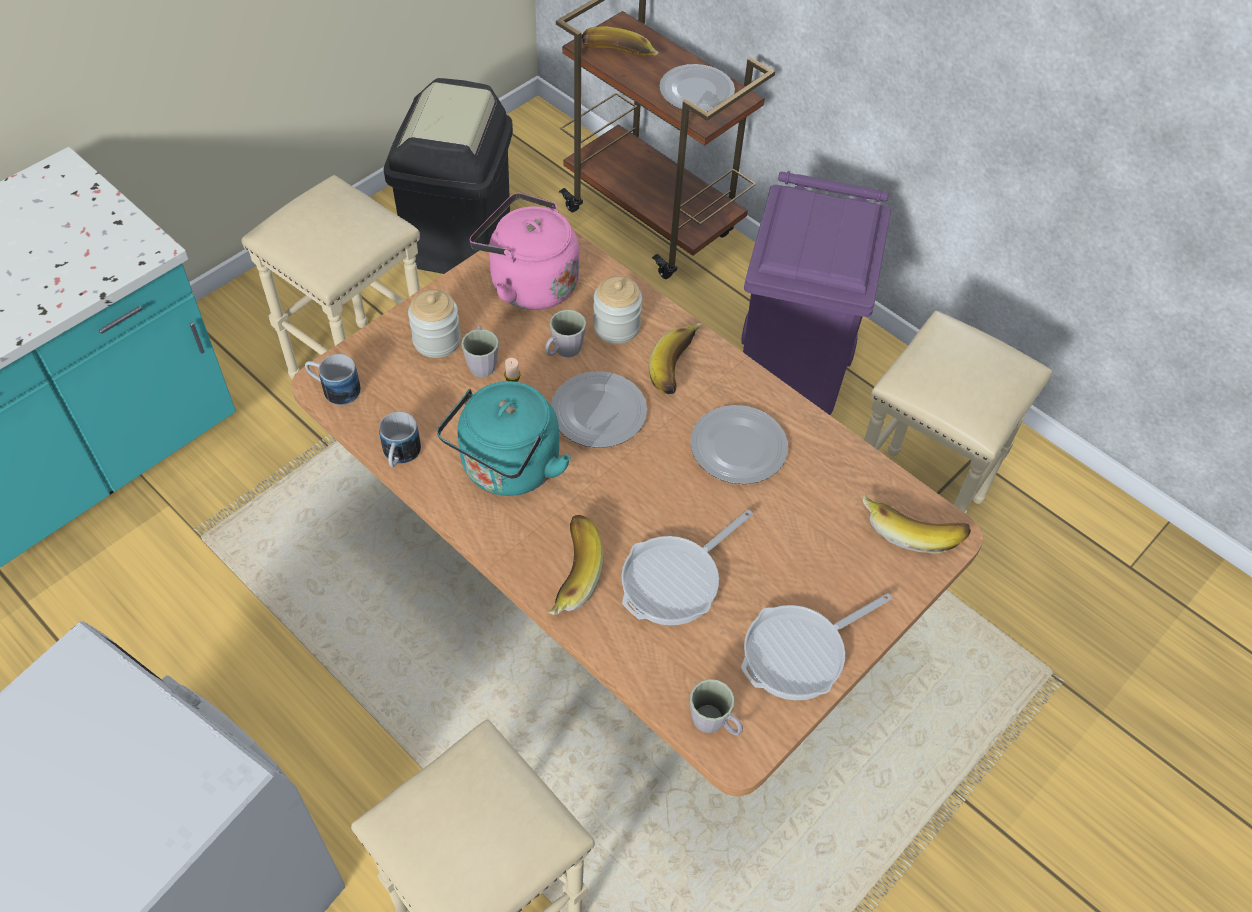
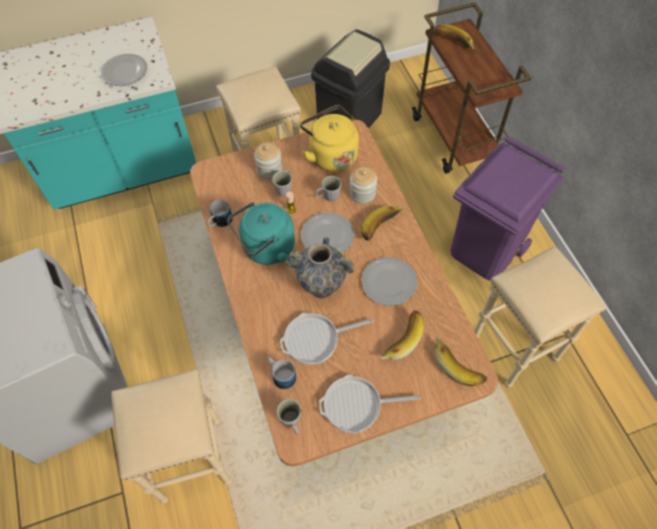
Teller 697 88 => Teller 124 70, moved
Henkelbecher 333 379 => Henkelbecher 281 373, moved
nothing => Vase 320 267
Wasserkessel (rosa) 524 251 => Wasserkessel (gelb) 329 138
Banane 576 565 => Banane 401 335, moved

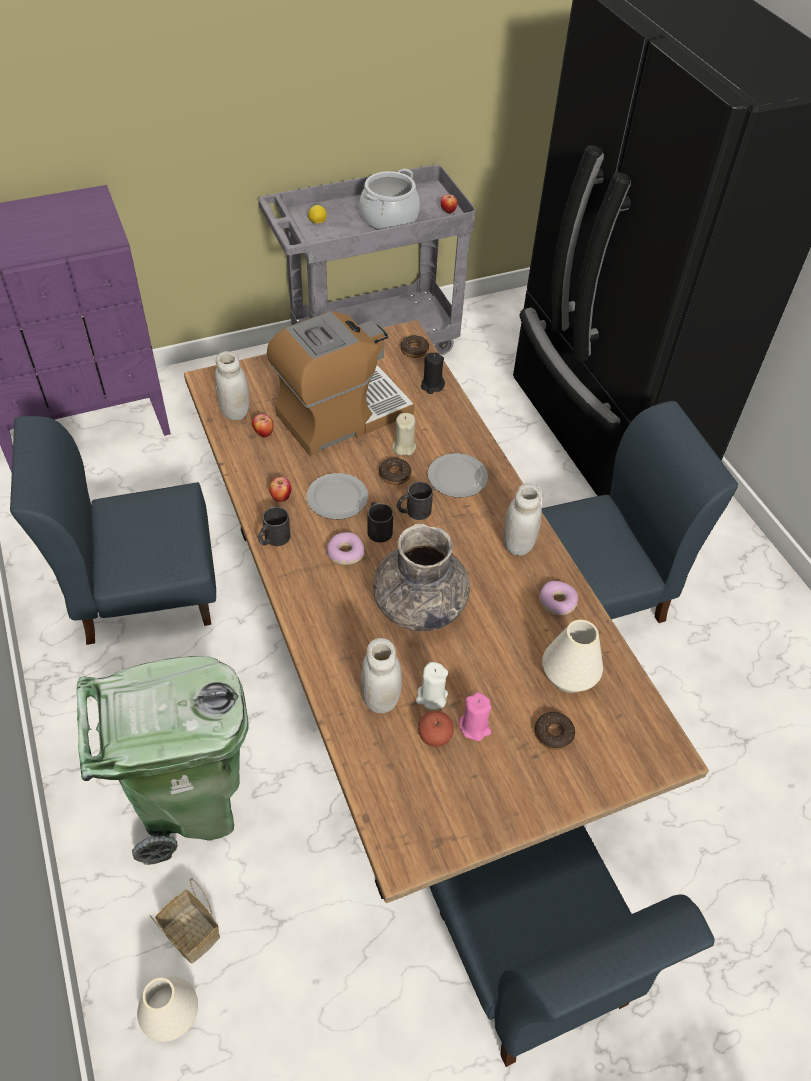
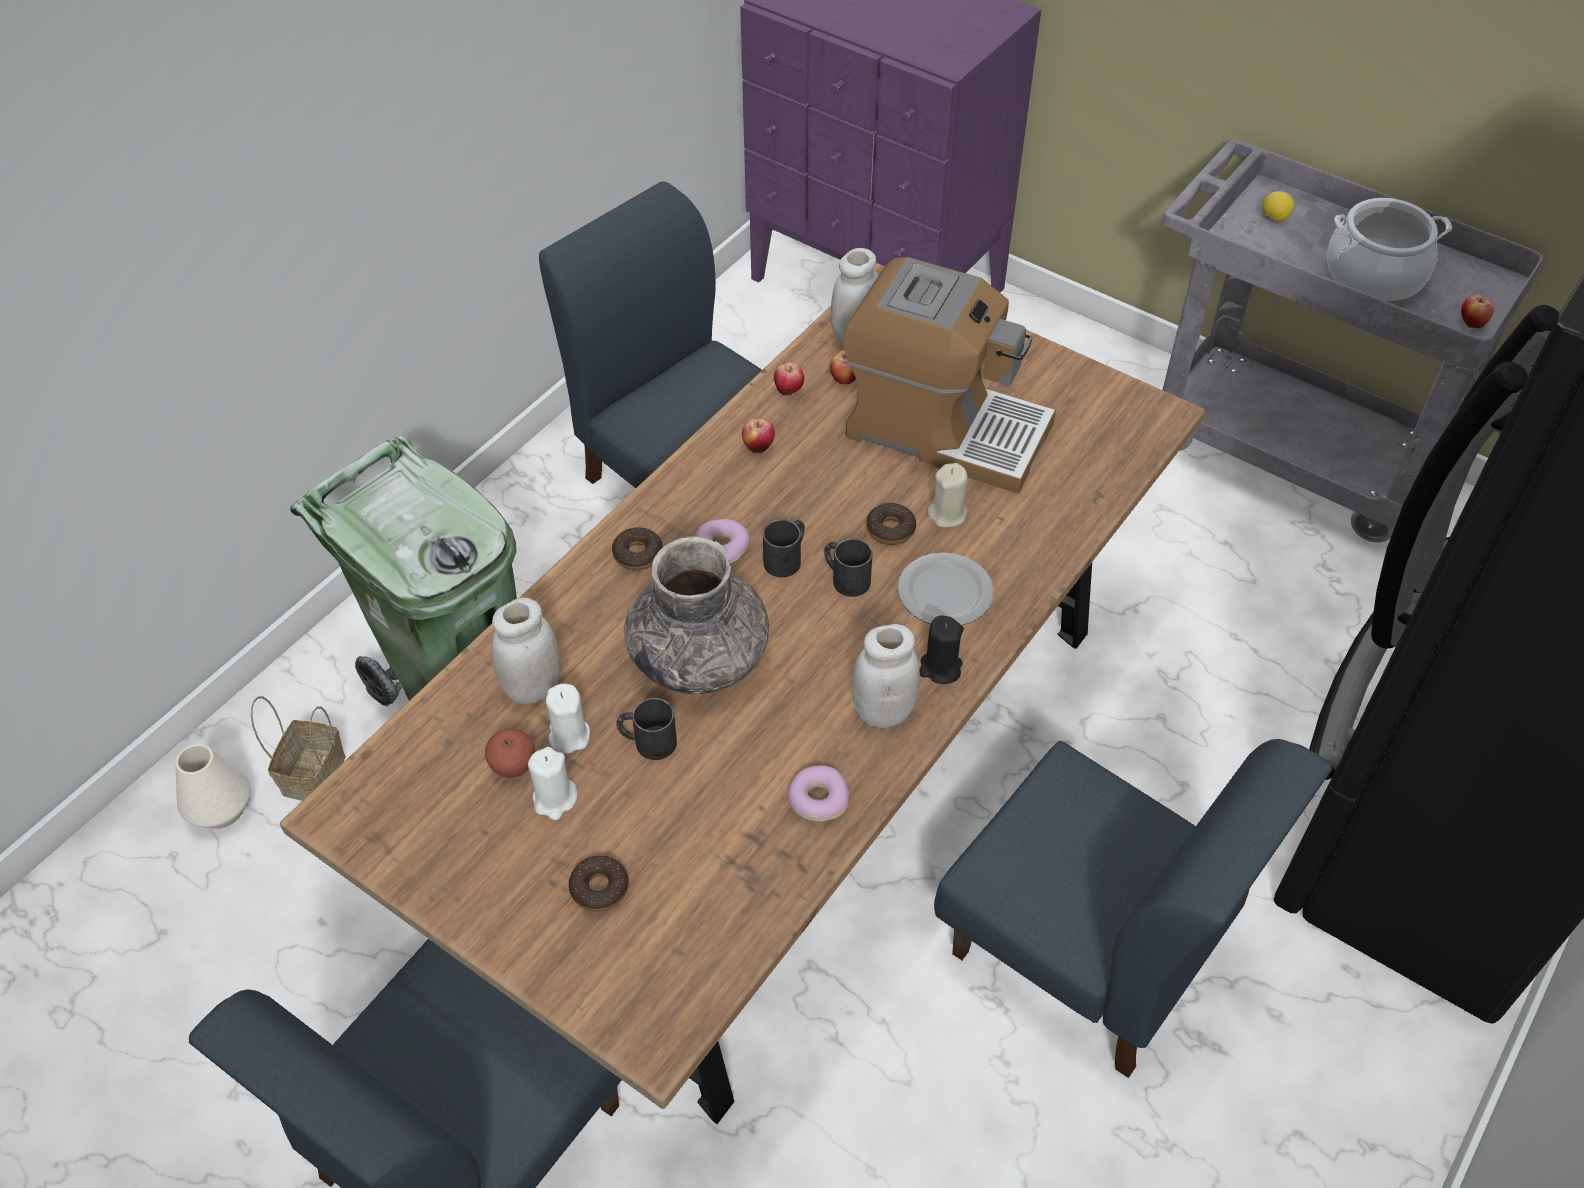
Kerze (rosa) 475 716 => Kerze (weiß) 553 783
Donut 414 346 => Donut 637 548, moved
Henkelbecher (schwarz) 274 526 => Henkelbecher (schwarz) 646 729, moved
nothing => Apfel 789 379
Kerze (schwarz) 433 373 => Kerze (schwarz) 941 649, moved
Teller 337 496 => nothing
Vase (weiß) 572 656 => nothing

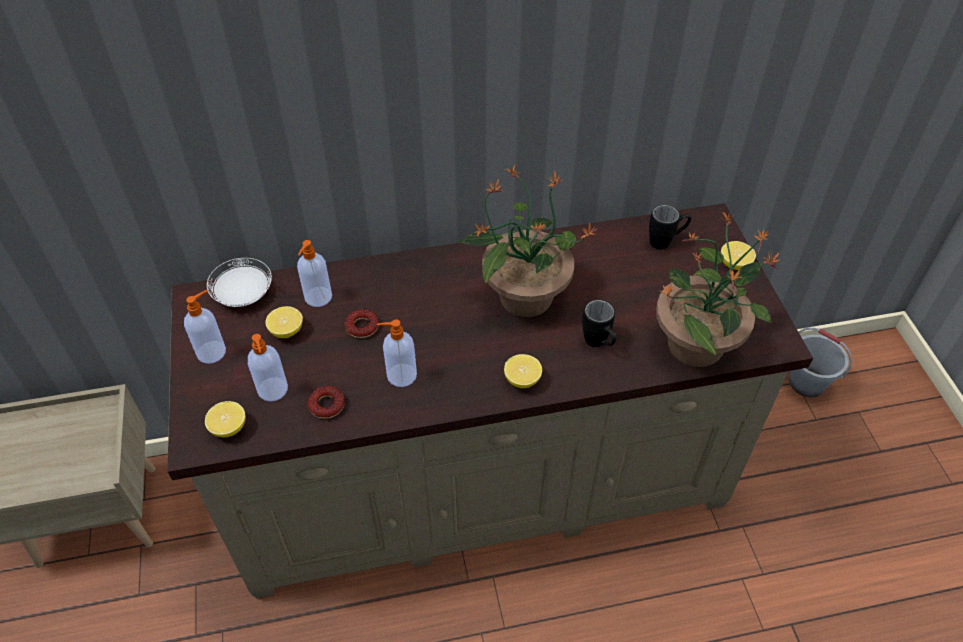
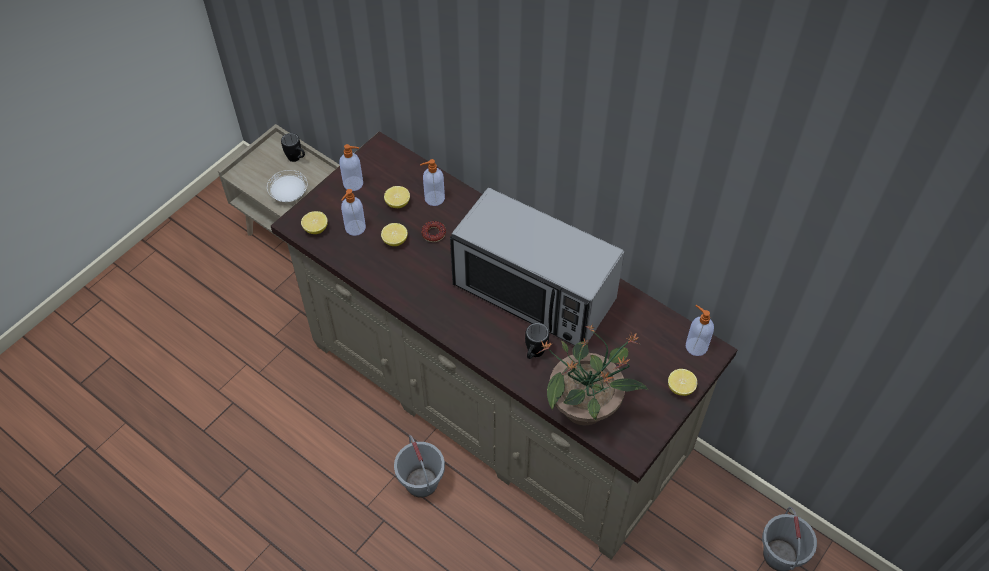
Teller (weiß) 239 282 => Teller (weiß) 287 186, moved
Henkelbecher (schwarz) 670 227 => Henkelbecher (schwarz) 293 147, moved
Zitrone 523 371 => Zitrone 394 234, moved
nothing => Eimer (grau) 419 466
Topfpflanze 527 240 => Mikrowelle 537 267
Seifenspender 397 353 => Seifenspender 700 330, moved
Donut 326 402 => nothing

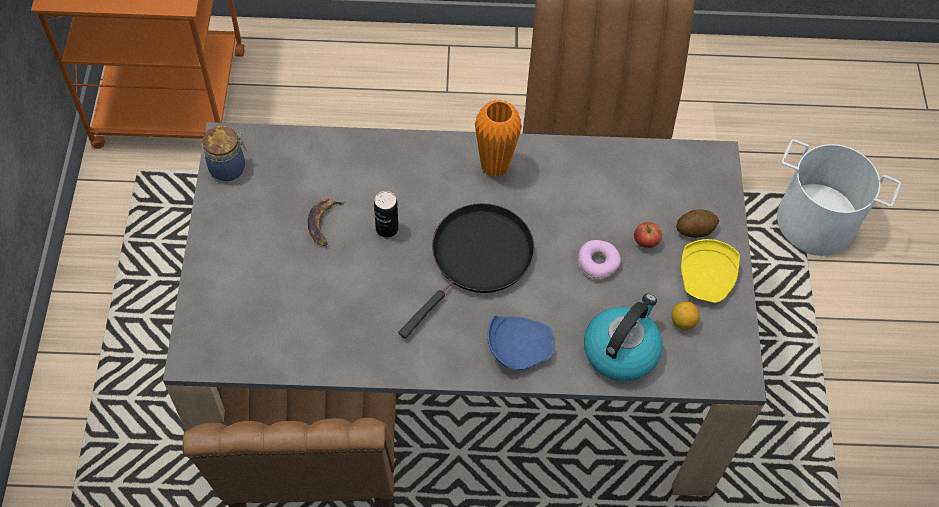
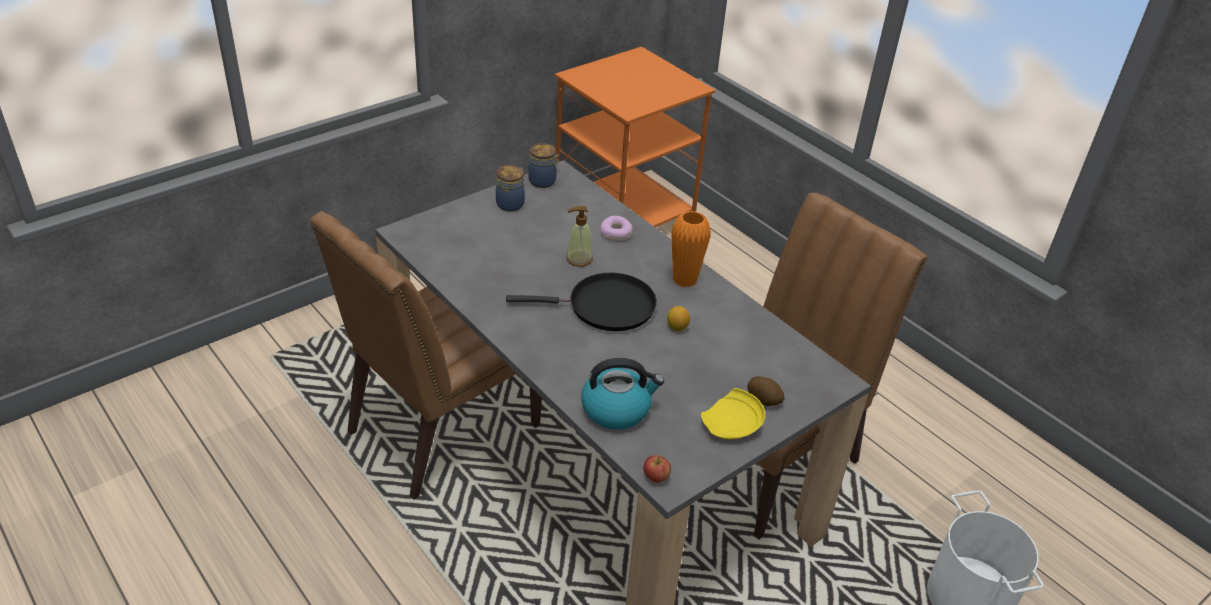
nothing => Vorratsglas 510 188
Dose 386 214 => Seifenspender 579 236
Donut 599 260 => Donut 616 228, moved
Apfel 648 235 => Apfel 657 469, moved
Zitrone 685 316 => Zitrone 678 318, moved
Banane 326 222 => nothing
Teller (blau) 521 342 => nothing

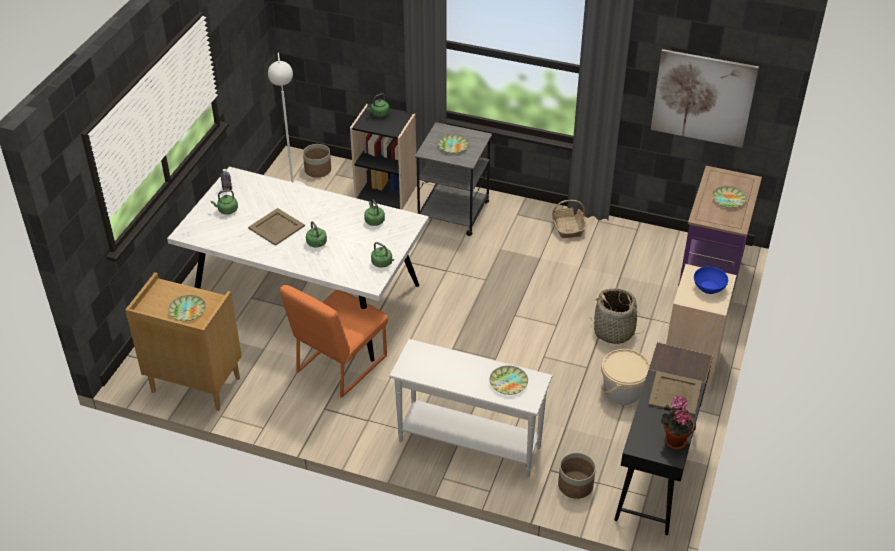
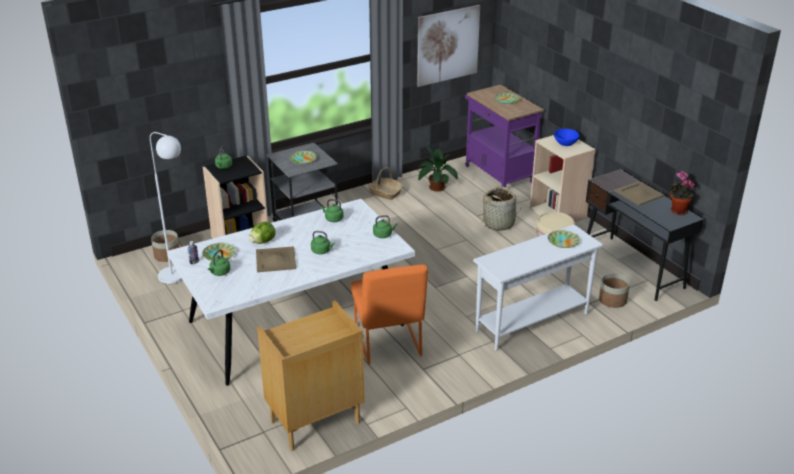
Teller 187 308 => Teller 218 252, moved
nothing => Salatkopf 262 233
nothing => Topfpflanze 437 169

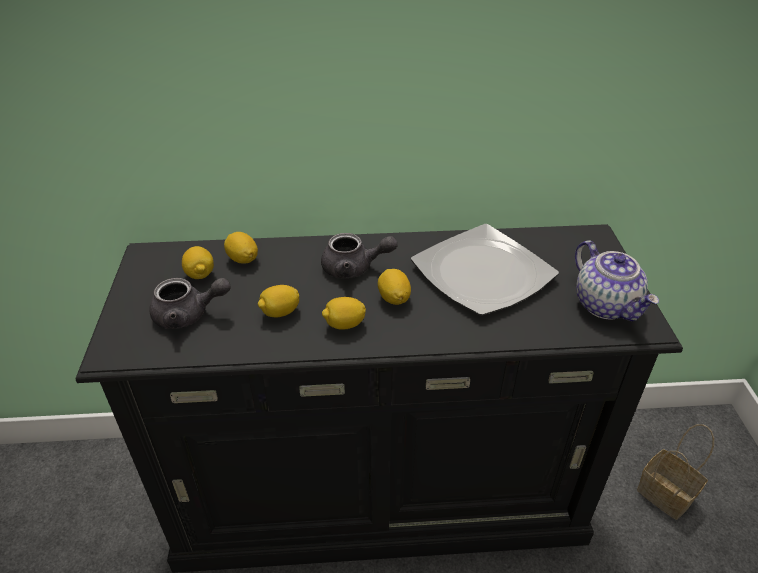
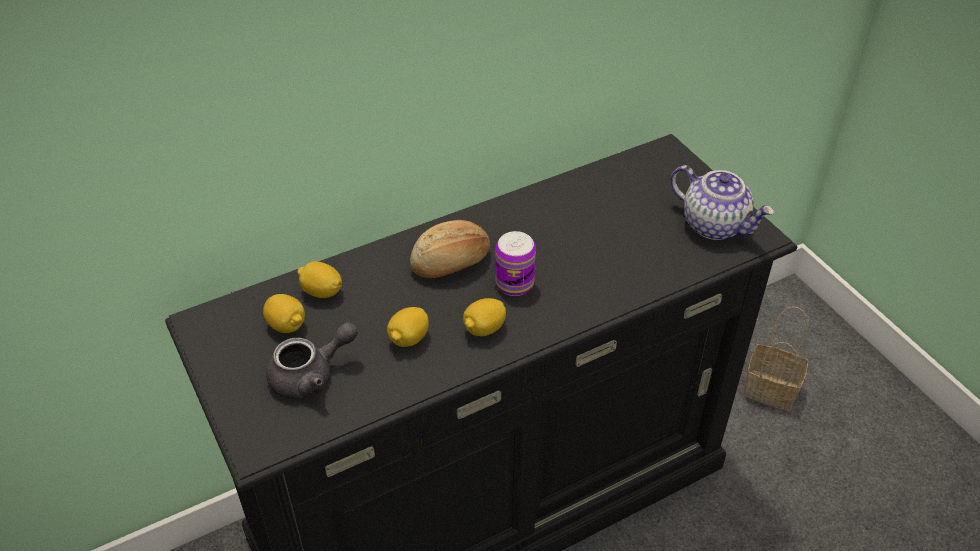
Teekanne (grau) 359 255 => Brot 450 249
Zitrone 394 287 => Dose 515 263
Teller 485 269 => nothing

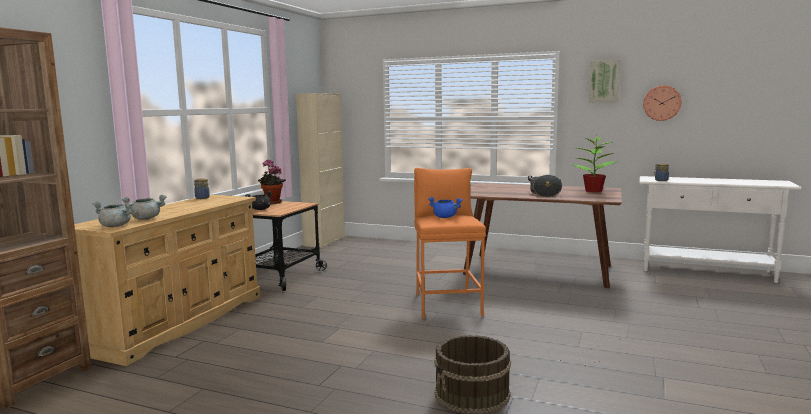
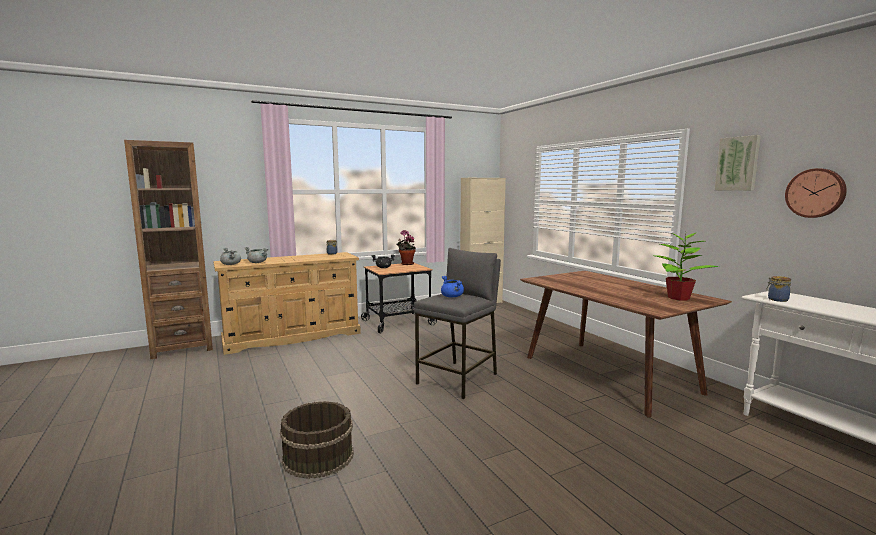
Hocker (orange) 450 243 => Hocker (grau) 457 323
Kochtopf 545 186 => nothing

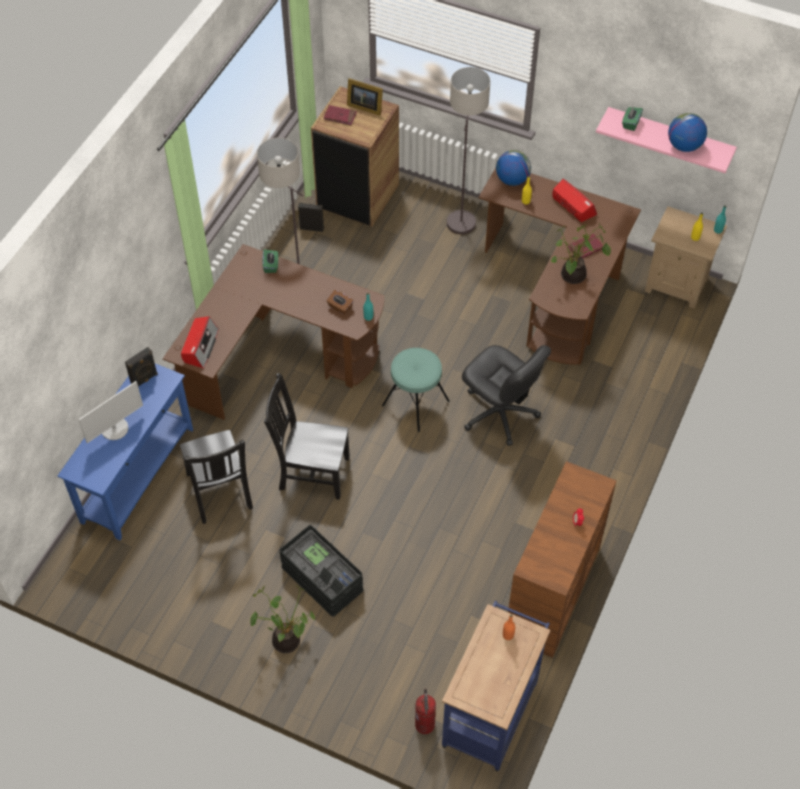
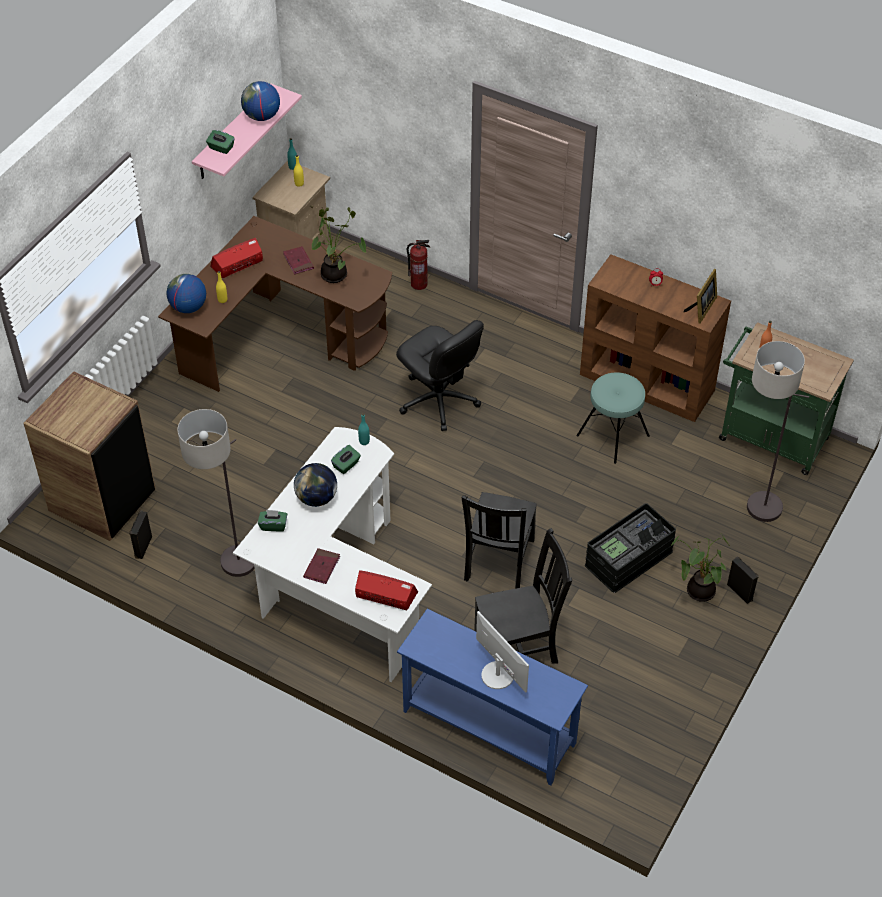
Schreibtisch (braun) 273 332 => Schreibtisch (weiß) 332 554
nothing => Globus 315 485
Buch (rot) 340 115 => Buch (rot) 321 566, moved
Taschentuchbox (braun) 340 302 => Taschentuchbox (grün) 346 459
Bürostuhl (schwarz) 506 395 => Bürostuhl (schwarz) 440 375, 90 degrees clockwise
Feuerlöscher 425 711 => Feuerlöscher 418 265, moved
Hocker (türkis) 416 390 => Hocker (türkis) 613 418, moved
Bilderrahmen 365 97 => Bilderrahmen 700 296, moved
Rollwagen (blau) 496 686 => Rollwagen (grün) 786 398
Lautsprecher (schwarz) 141 367 => Lautsprecher (schwarz) 743 580, moved
Stehlampe (grau) 468 150 => Stehlampe (grau) 778 431, moved

